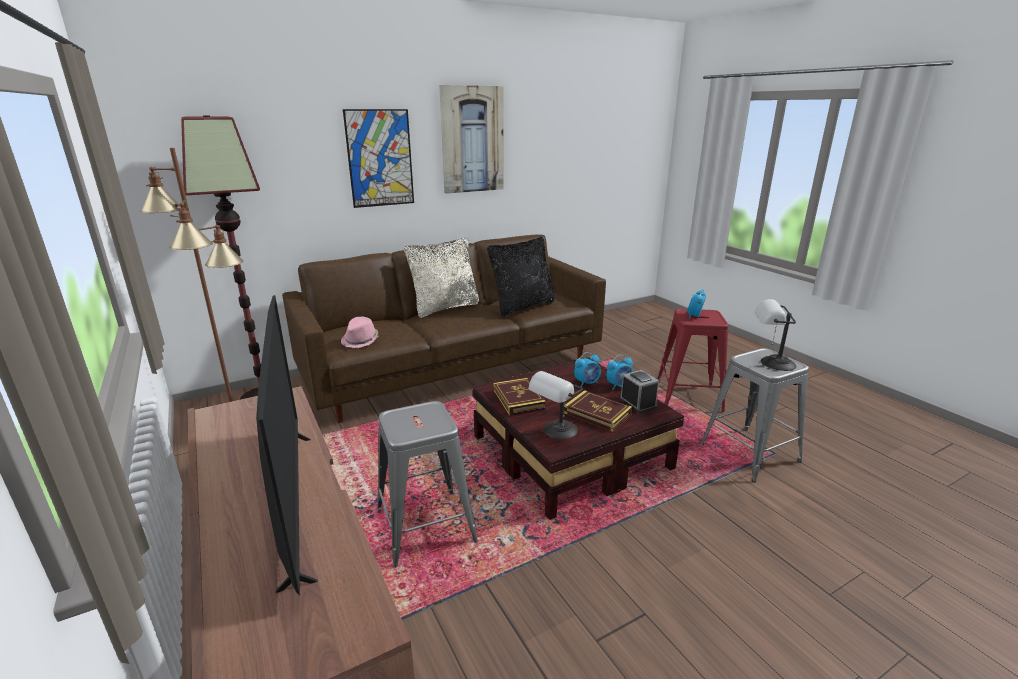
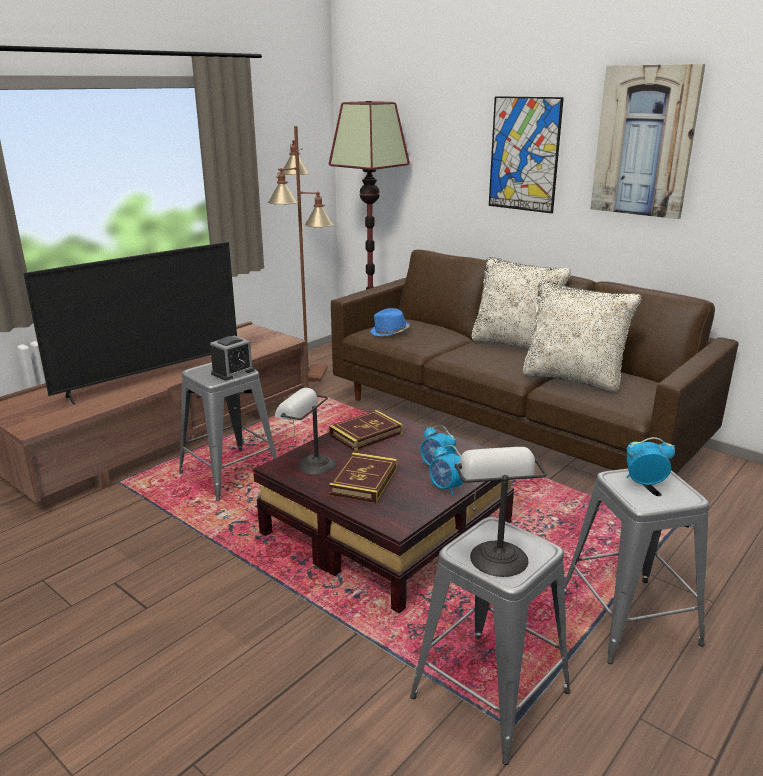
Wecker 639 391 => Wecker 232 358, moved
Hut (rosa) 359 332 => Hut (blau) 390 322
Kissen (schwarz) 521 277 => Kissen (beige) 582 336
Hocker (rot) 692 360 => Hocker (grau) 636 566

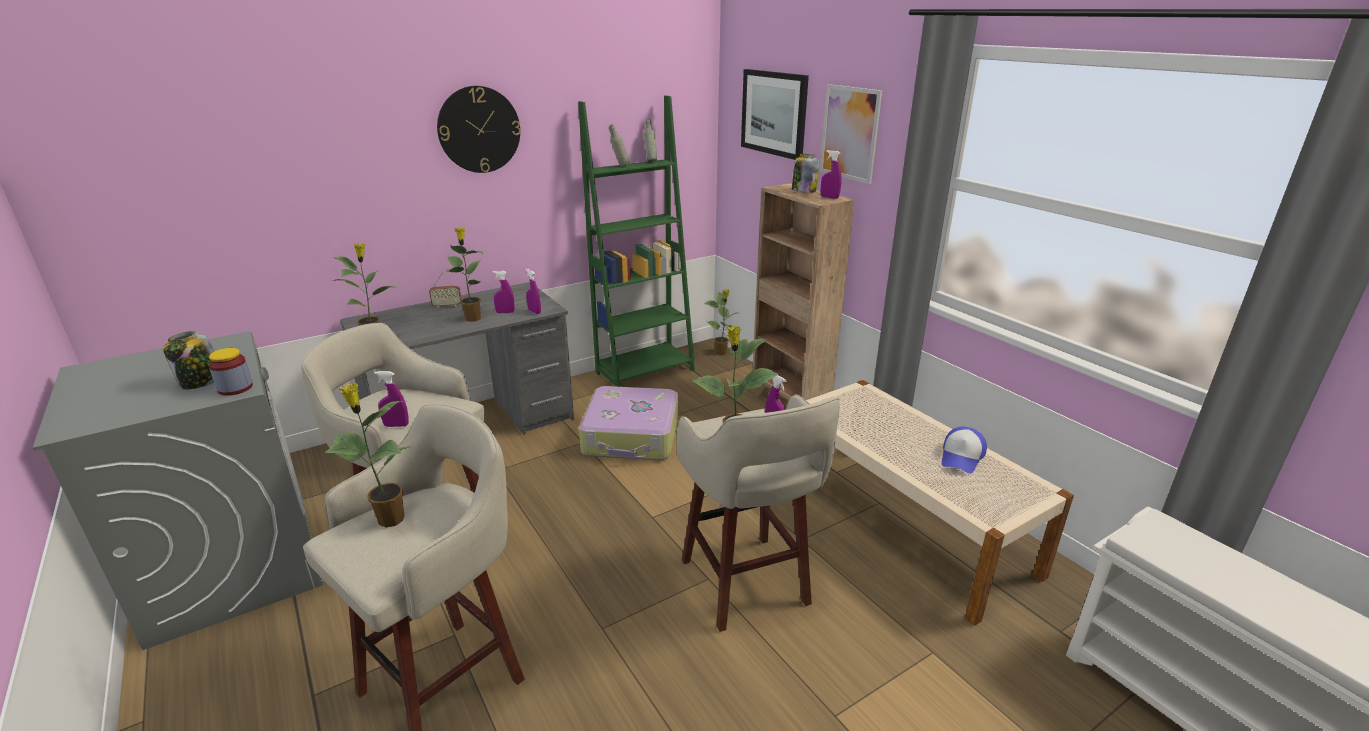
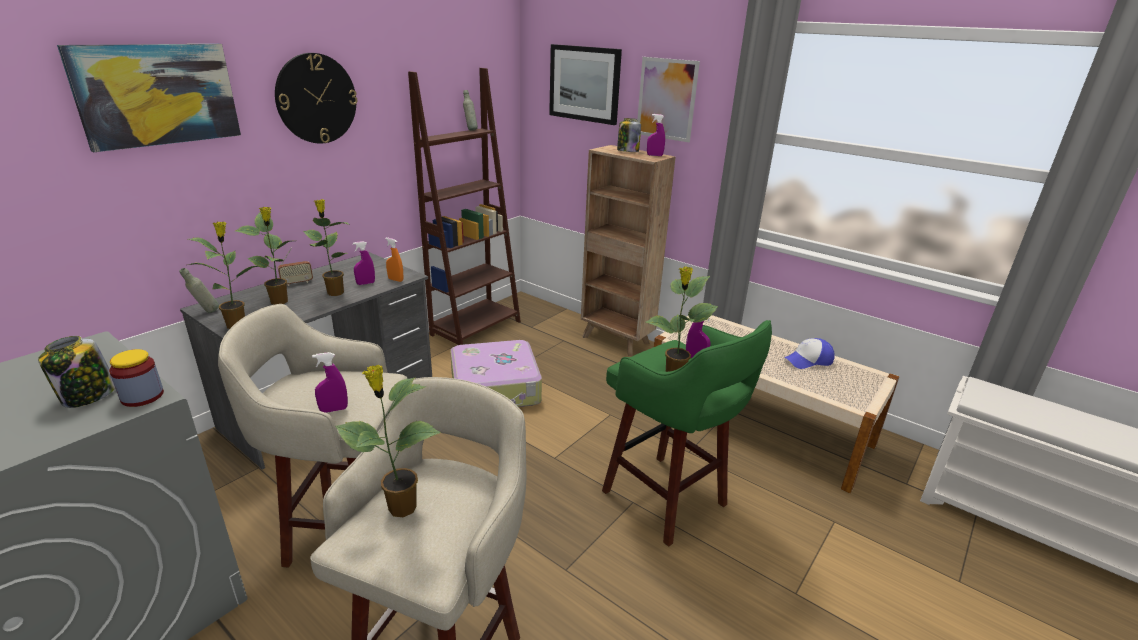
nothing => Bild 149 98
Flasche (grau) 619 145 => Flasche (grau) 199 290, moved
Topfpflanze 721 322 => Topfpflanze 263 256, moved
Sprühflasche (lila) 533 291 => Sprühflasche (orange) 394 260
Bücherregal (grün) 636 241 => Bücherregal (braun) 464 206
Hocker (beige) 758 513 => Hocker (grün) 687 433
Kappe 964 450 => Kappe 809 353, 60 degrees clockwise

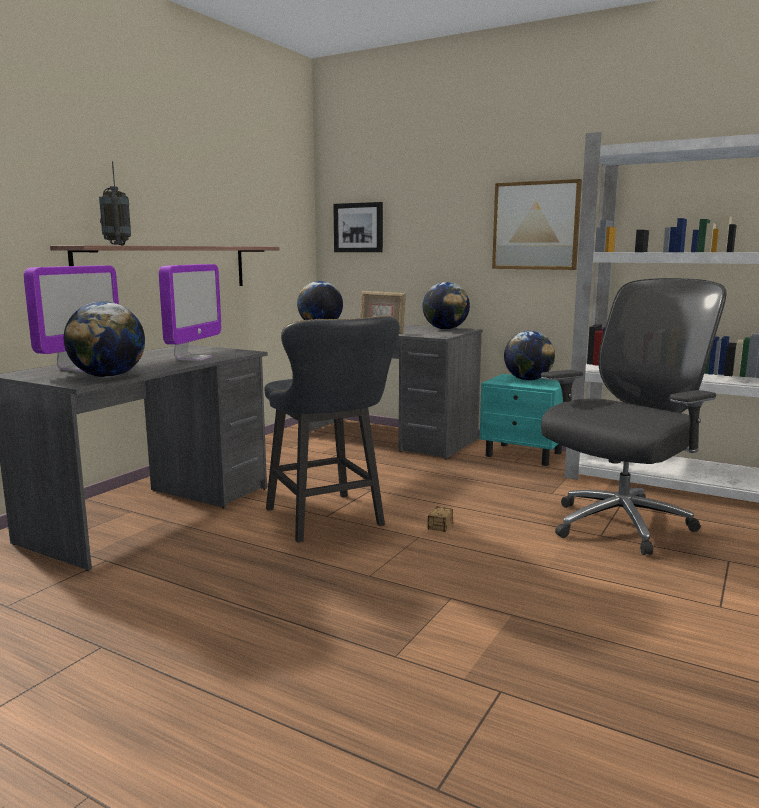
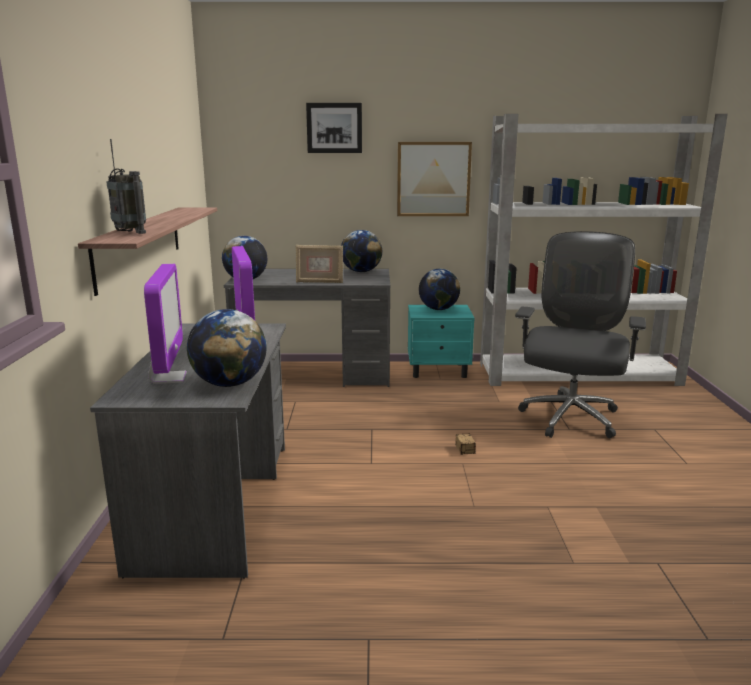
Bild 358 227 => Bild 334 128, moved
Hocker (grau) 332 429 => nothing

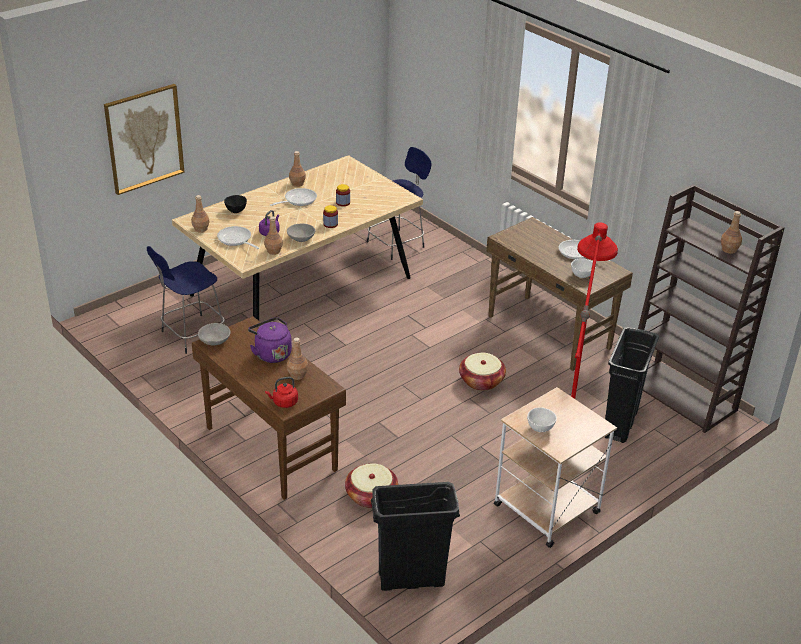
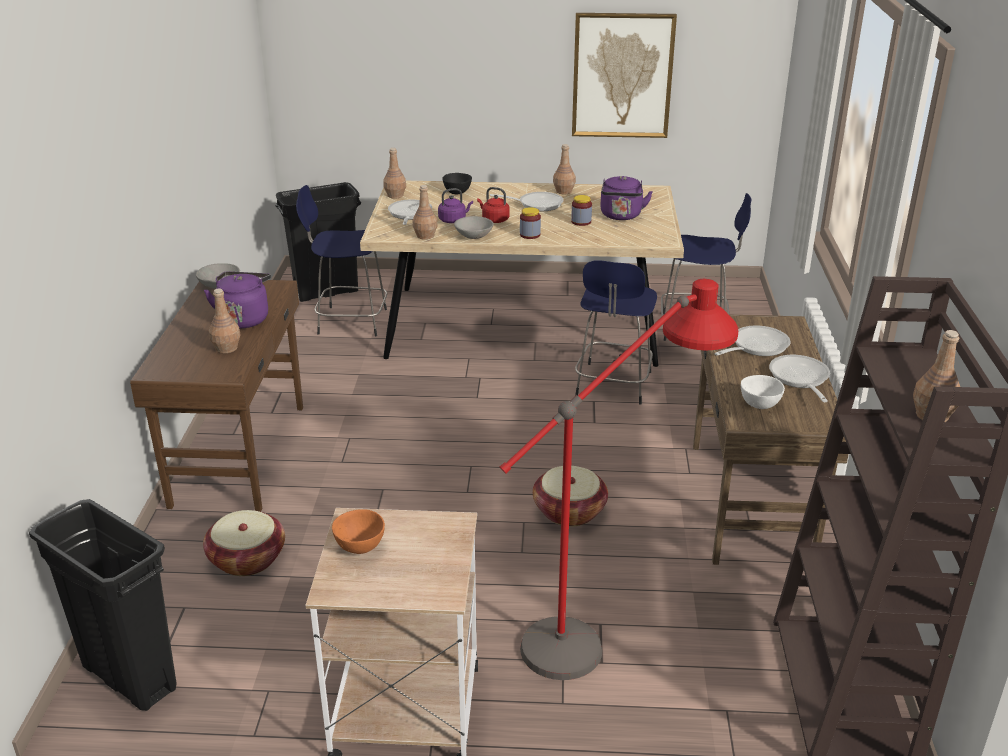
Mülleimer (schwarz) 632 385 => Mülleimer (schwarz) 318 242, moved
Schüssel (weiß) 542 419 => Schüssel (orange) 358 531
Wasserkessel (rot) 281 392 => Wasserkessel (rot) 493 205, moved
Bild 144 139 => Bild 624 75, moved
nothing => Hocker (blau) 616 332
nothing => Wasserkessel (lila) 626 198
nothing => Pfanne 752 341

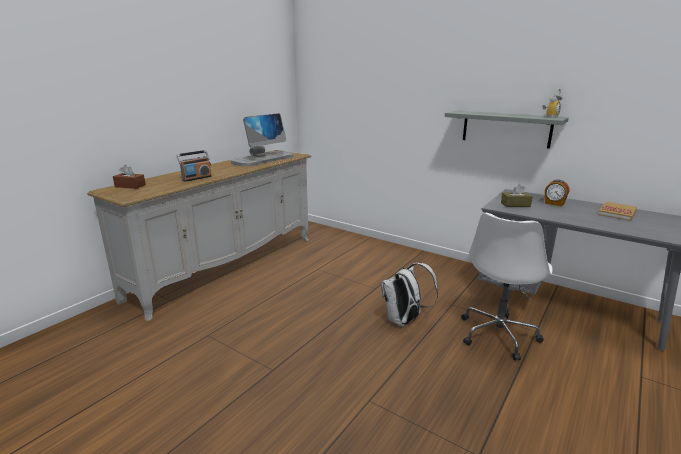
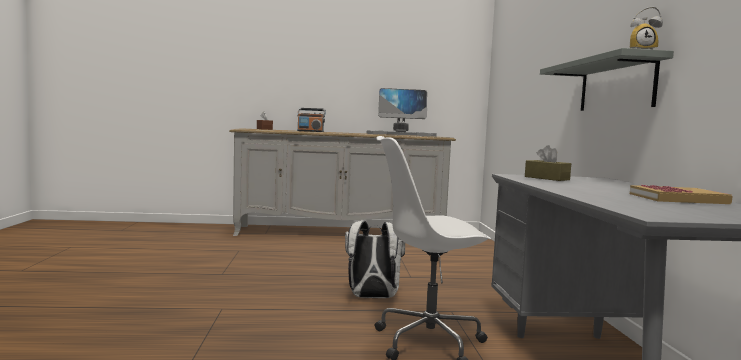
Wecker 557 193 => nothing

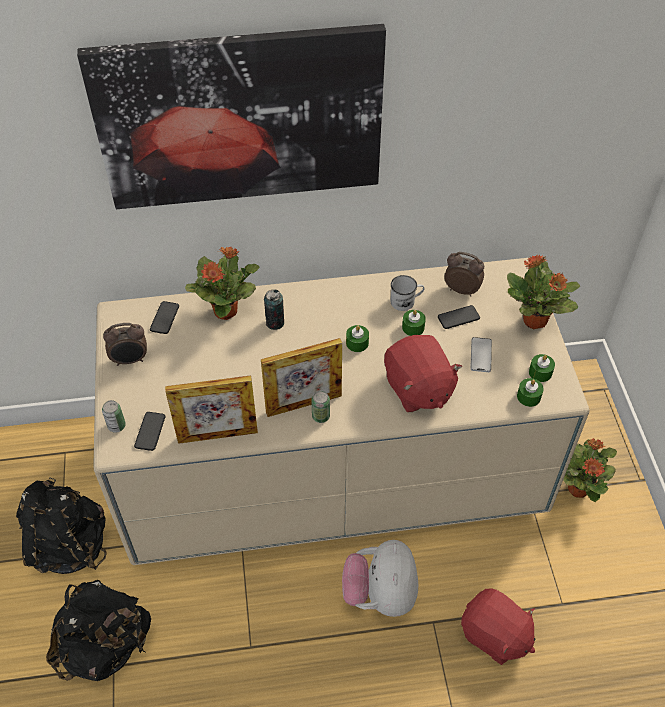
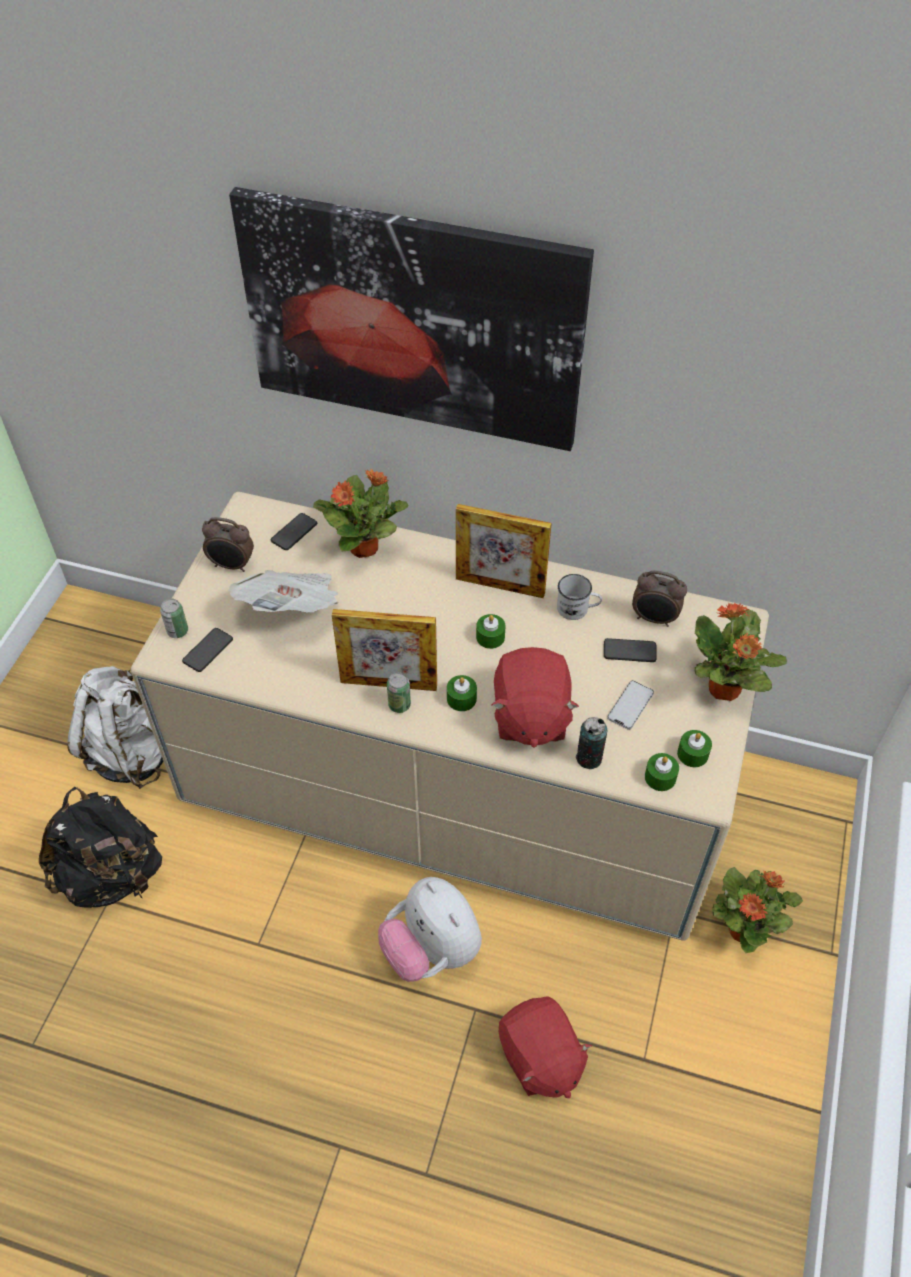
Rucksack (schwarz) 61 525 => Rucksack (weiß) 116 727
nothing => Zeitung 283 591
Plüschtier 380 578 => Plüschtier 430 929, 60 degrees counterclockwise
Kerze (grün) 414 323 => Kerze (grün) 462 693, moved
Bilderrahmen 211 409 => Bilderrahmen 504 551, moved
Dose 274 309 => Dose 591 743, moved
Wecker 464 274 => Wecker 659 598, 150 degrees clockwise

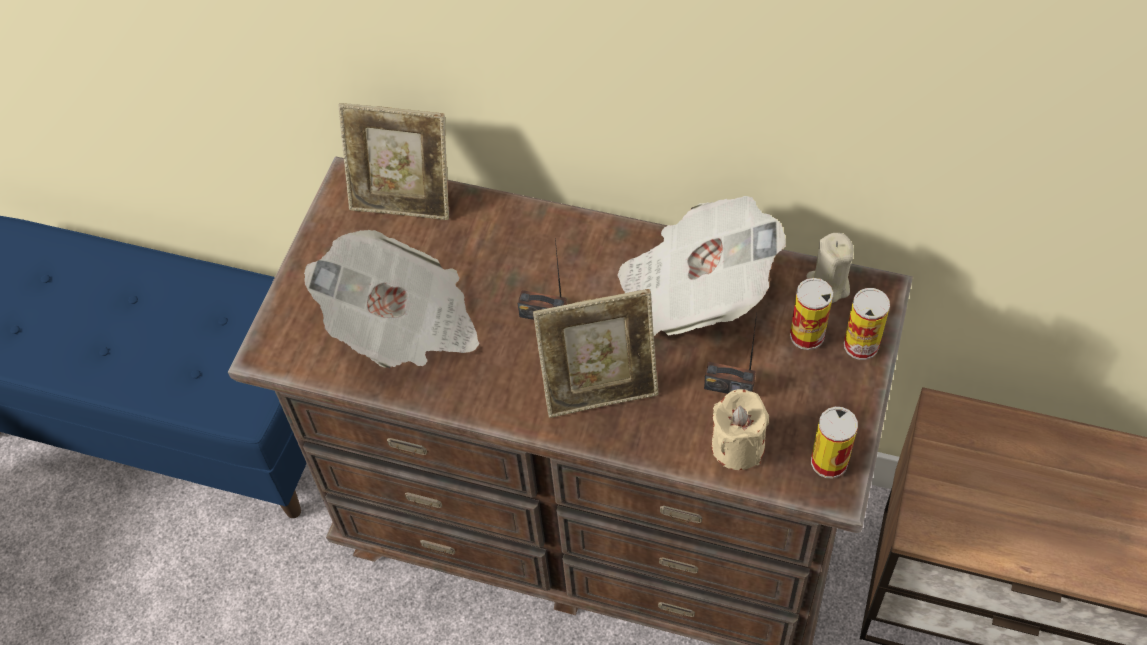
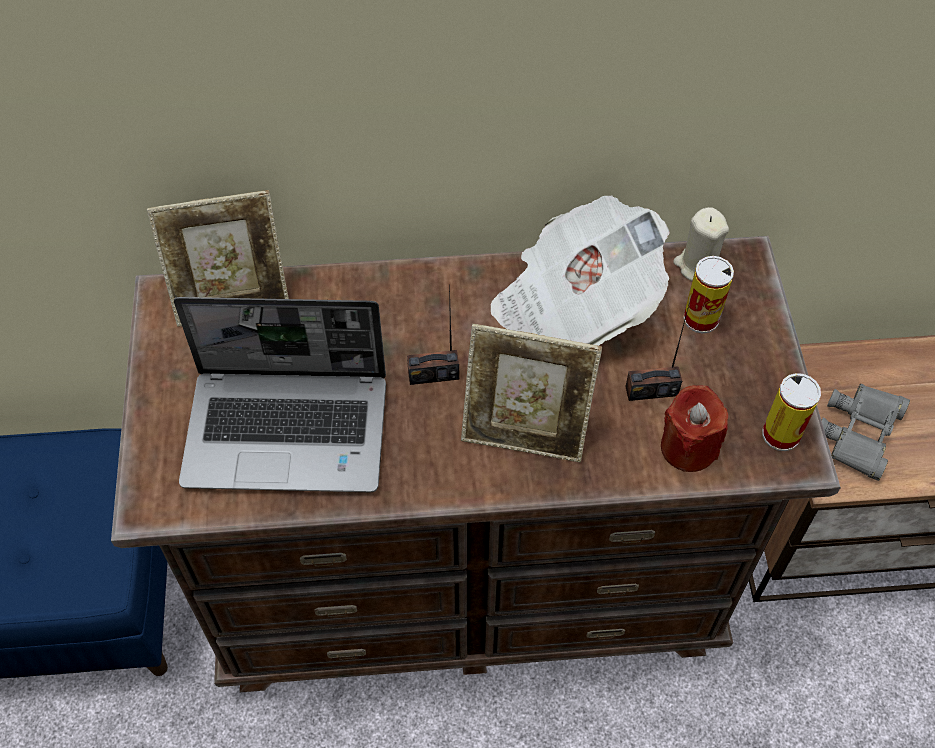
Zeitung 391 299 => Laptop 280 394
Bilderrahmen 596 353 => Bilderrahmen 531 393, 45 degrees clockwise
Kerze (beige) 740 429 => Kerze (rot) 694 428
nothing => Fernglas (grau) 865 432
Dose 867 324 => nothing

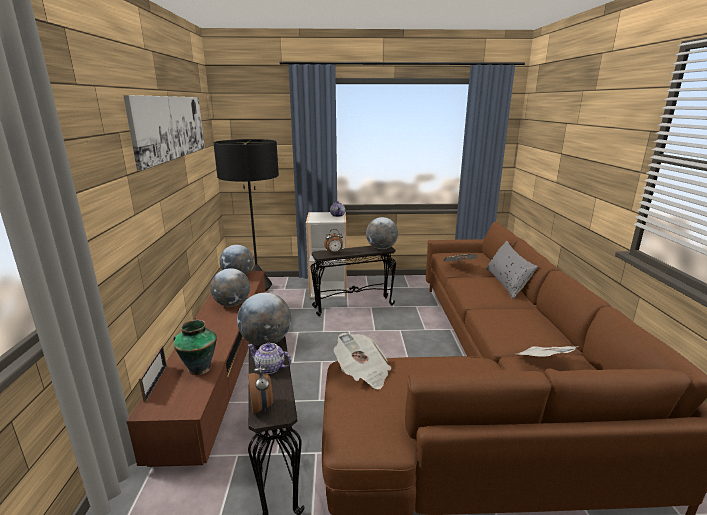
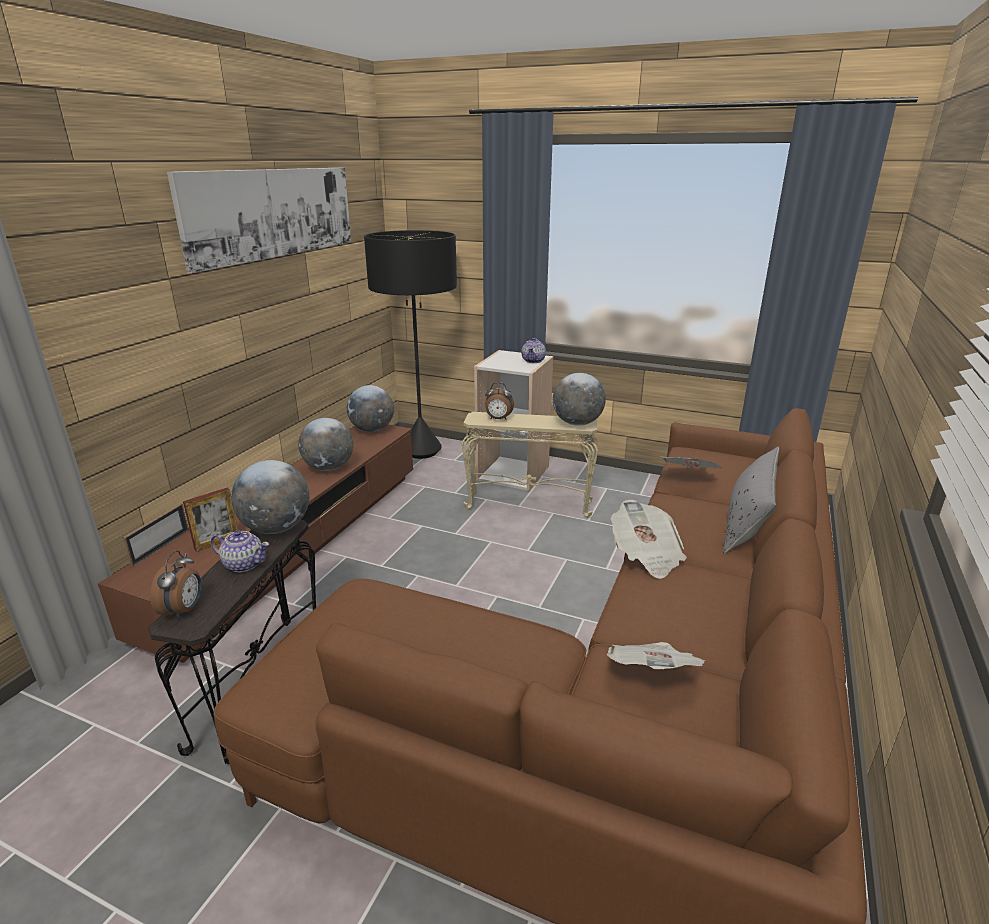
Vase 195 347 => Bilderrahmen 210 519
Teekanne 269 358 => Teekanne 240 551, 150 degrees clockwise
Beistelltisch (schwarz) 353 281 => Beistelltisch (beige) 530 465
Zeitung 363 361 => Zeitung 649 539, moved

